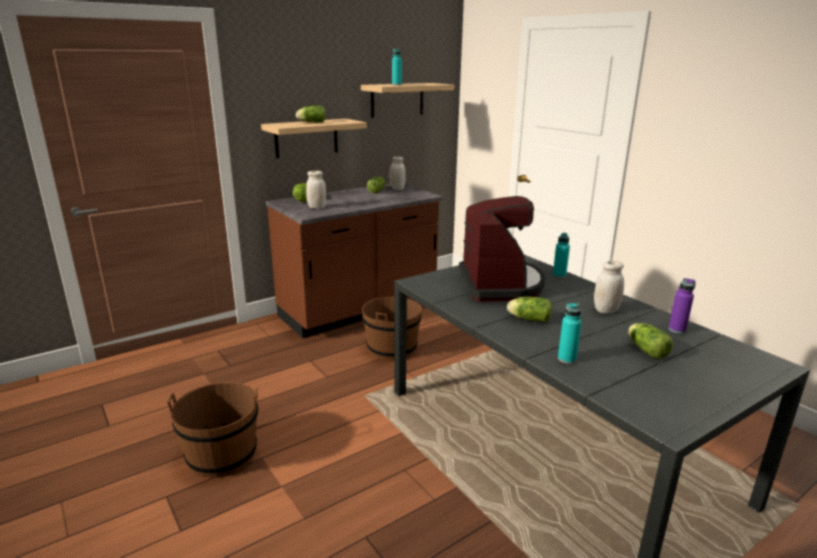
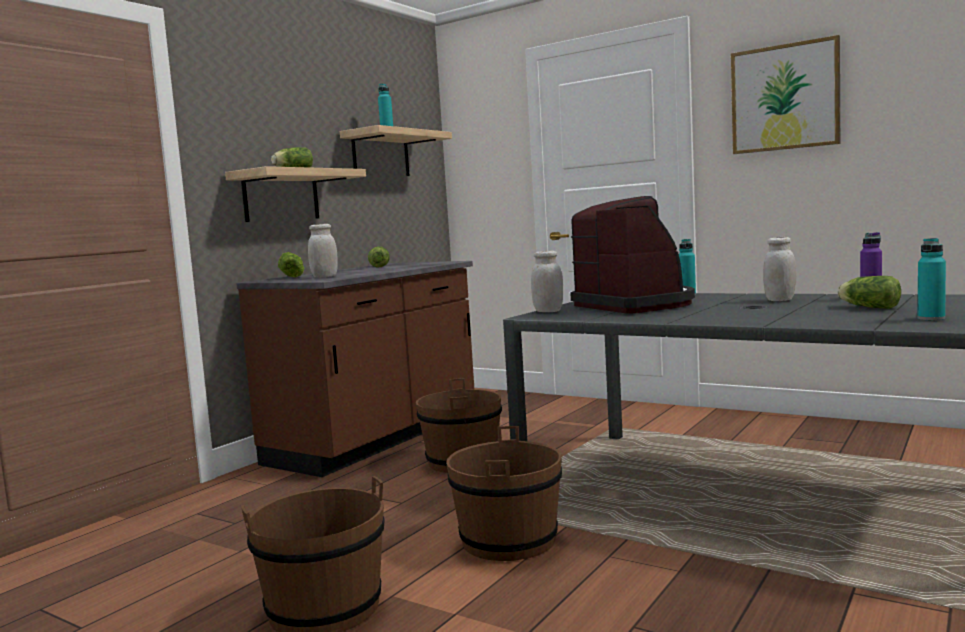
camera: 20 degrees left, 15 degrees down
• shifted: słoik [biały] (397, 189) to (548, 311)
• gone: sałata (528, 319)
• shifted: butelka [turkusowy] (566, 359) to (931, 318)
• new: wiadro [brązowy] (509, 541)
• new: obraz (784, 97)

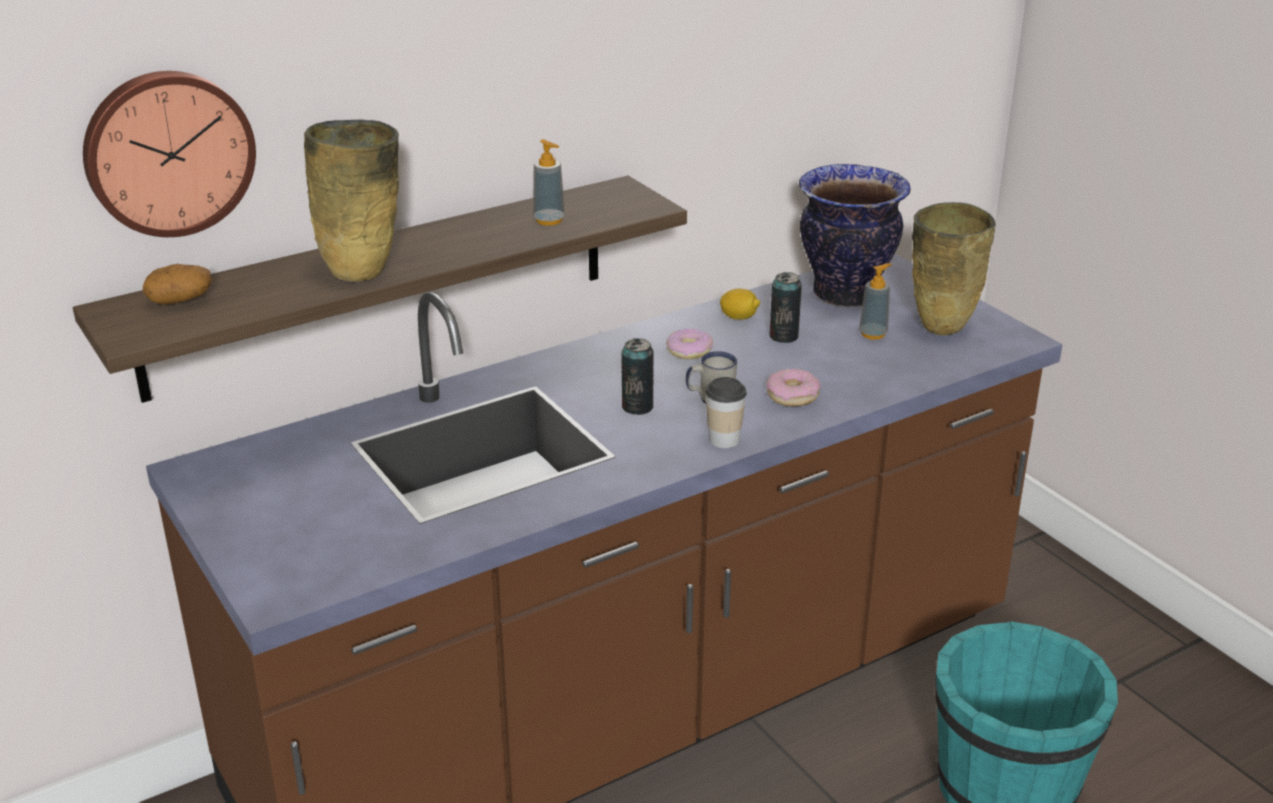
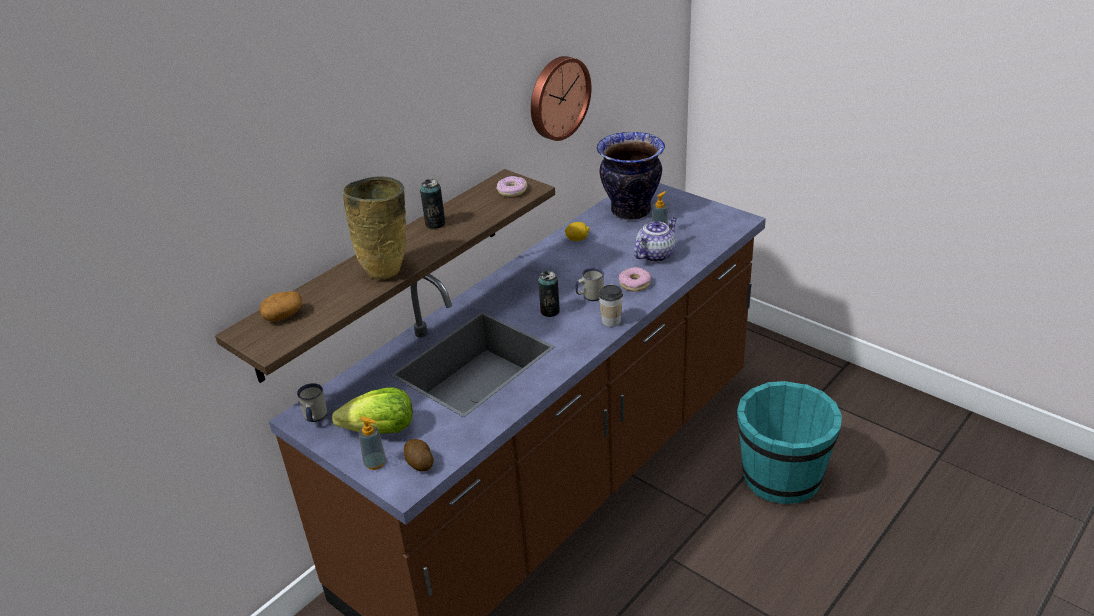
camera: 15 degrees left, 5 degrees up
• shifted: zegar ścienny (168, 152) to (557, 97)
• shifted: dozownik mydła (549, 220) to (375, 463)
• shifted: donut (689, 350) to (512, 191)
• shifted: puszka (783, 336) to (435, 223)
• gone: wazon [beżowy] (940, 330)
• new: kubek [biały] (314, 418)
• new: sałata (381, 430)
• new: ziemniak (419, 463)
• new: imbryk (655, 254)

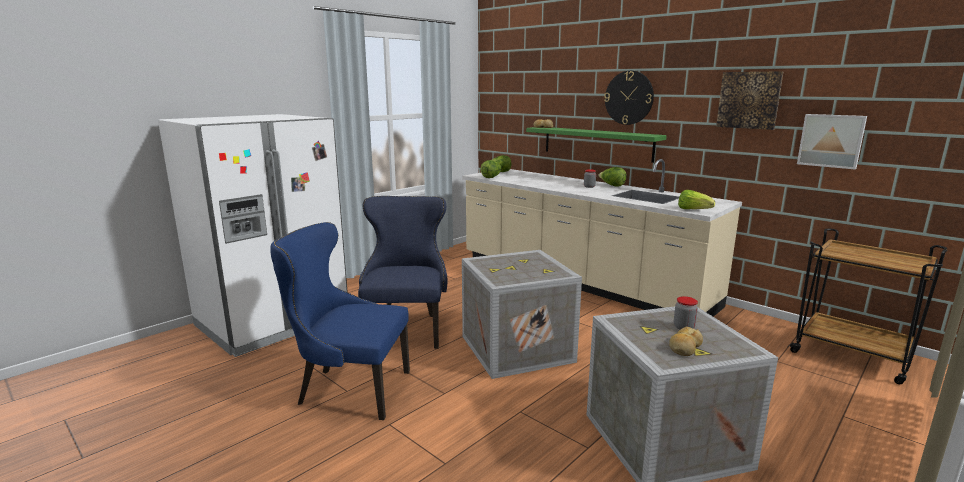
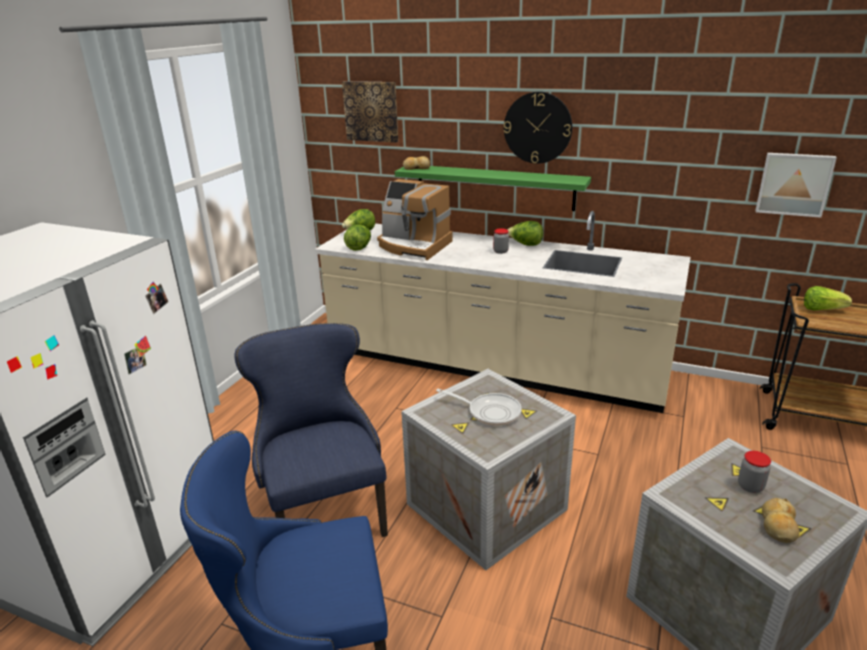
camera: 20 degrees left, 10 degrees up
• shifted: sałata (693, 210) to (821, 309)
• shifted: obraz (749, 100) to (371, 111)
• new: ekspres do kawy (414, 246)
• new: patelnia (490, 412)

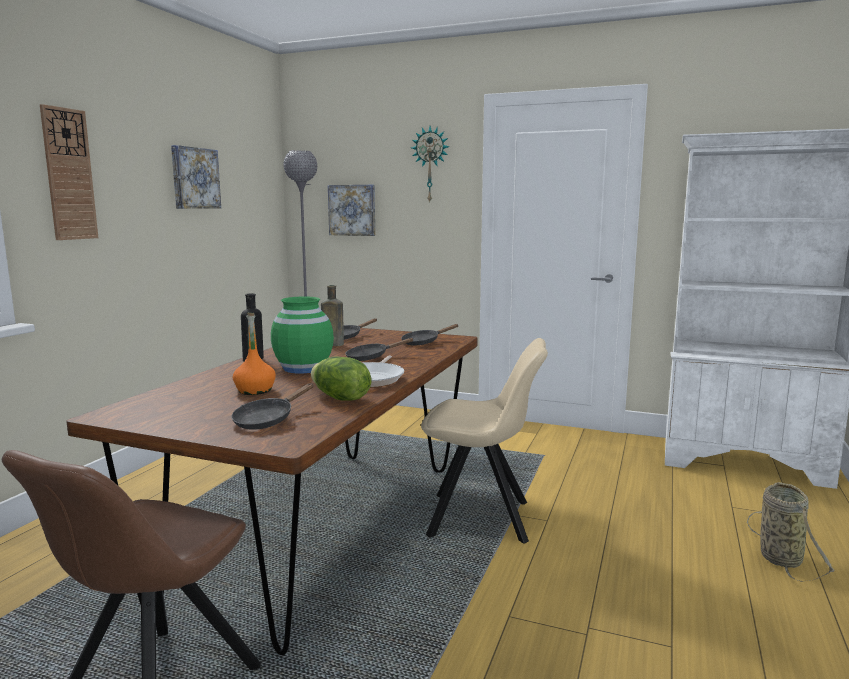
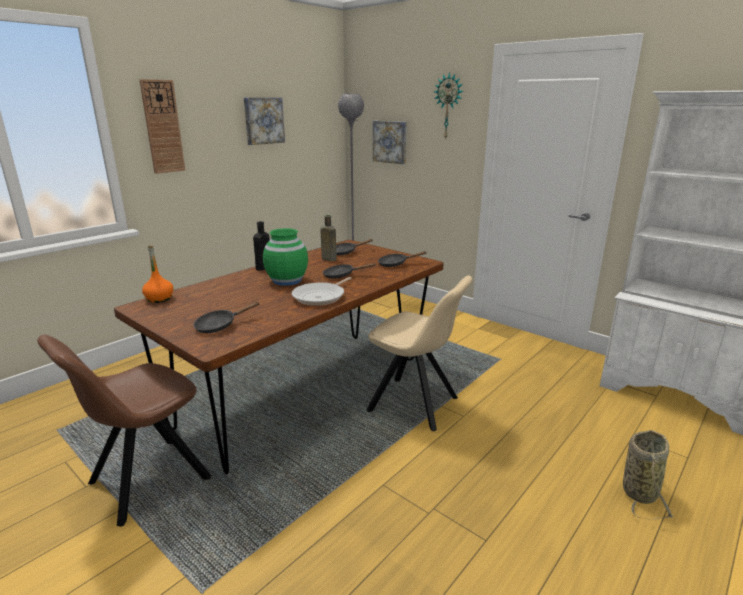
camera: 20 degrees right, 10 degrees up
• shifted: butelka [pomarańczowy] (255, 390) to (159, 298)
• gone: sałata (340, 398)

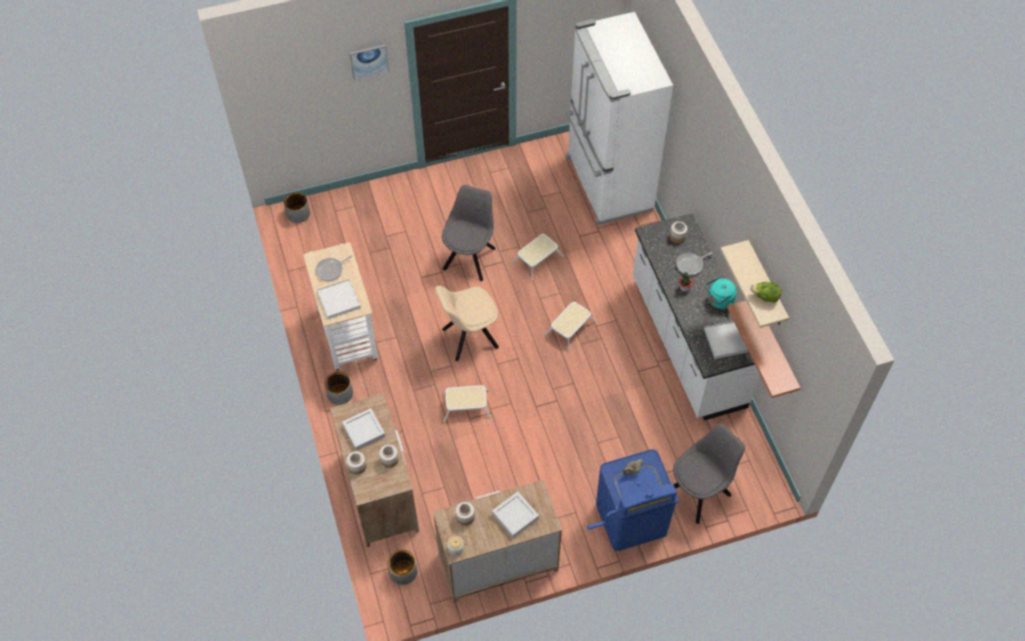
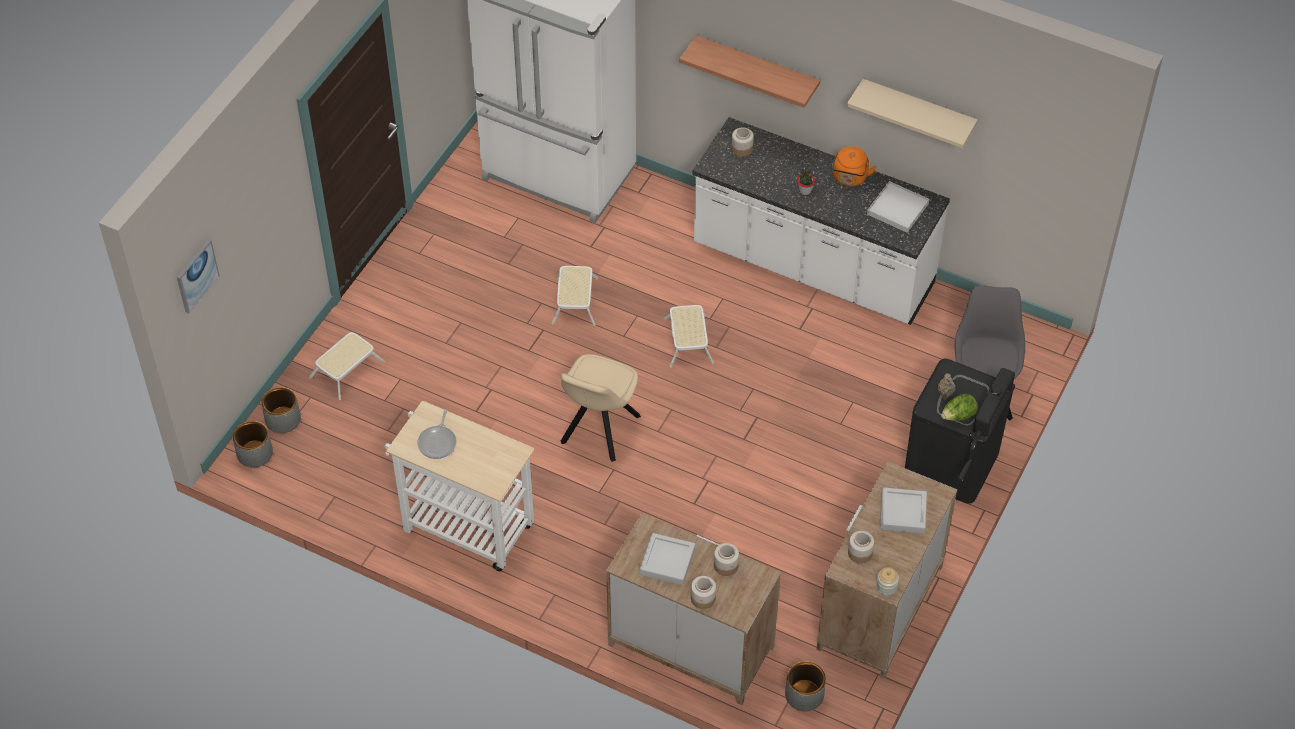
camera: 45 degrees left, 5 degrees down
• gone: taca [biały] (339, 300)
• shifted: donica [szary] (340, 394) to (283, 419)
• shifted: obraz (369, 61) to (196, 275)
• gone: krzesło [szary] (470, 258)
• shifted: drabinka [beżowy] (466, 405) to (346, 369)
• repainted: pralka [niebieski] (629, 520) to pralka [czarny] (951, 468)
• gone: patelnia (690, 264)
• repainted: czajnik [turkusowy] (719, 301) to czajnik [pomarańczowy] (850, 178)
• shifted: półka (774, 348) to (757, 69)
• shifted: sałata (765, 297) to (958, 416)

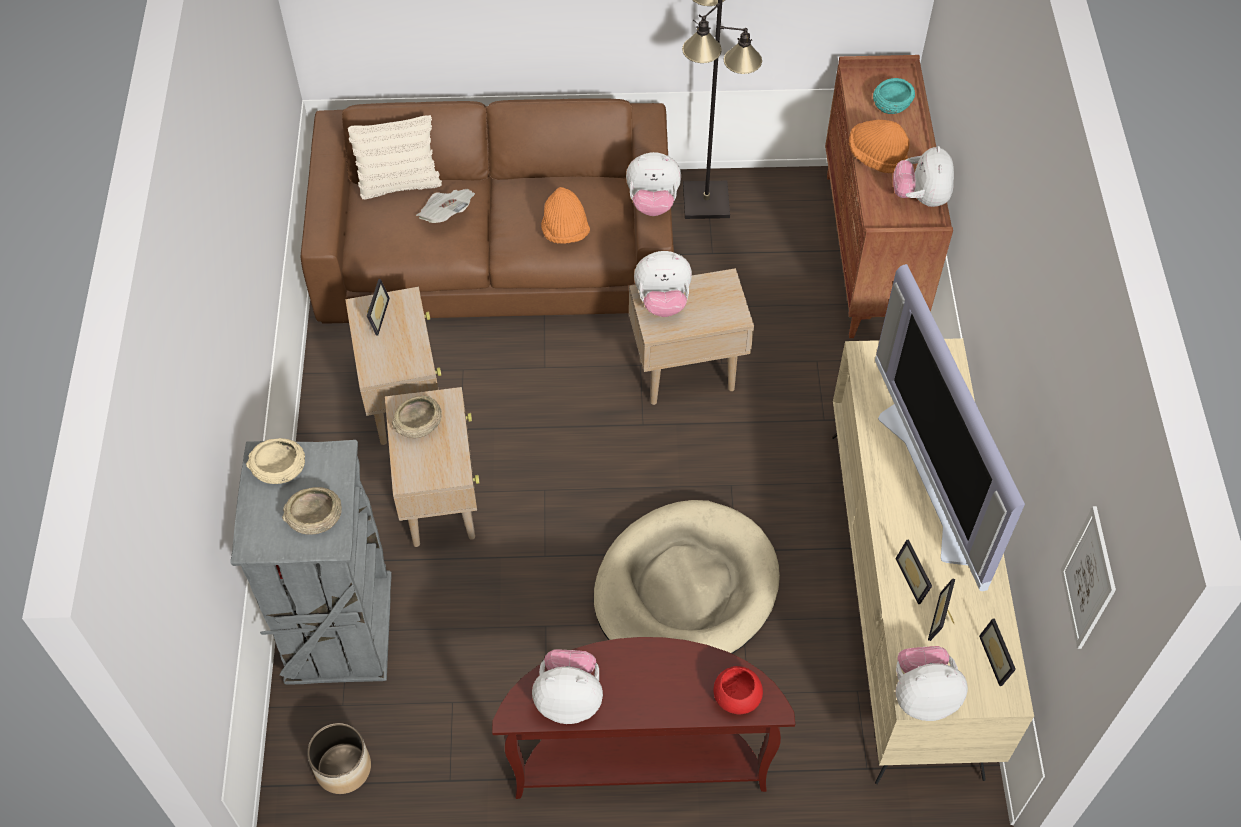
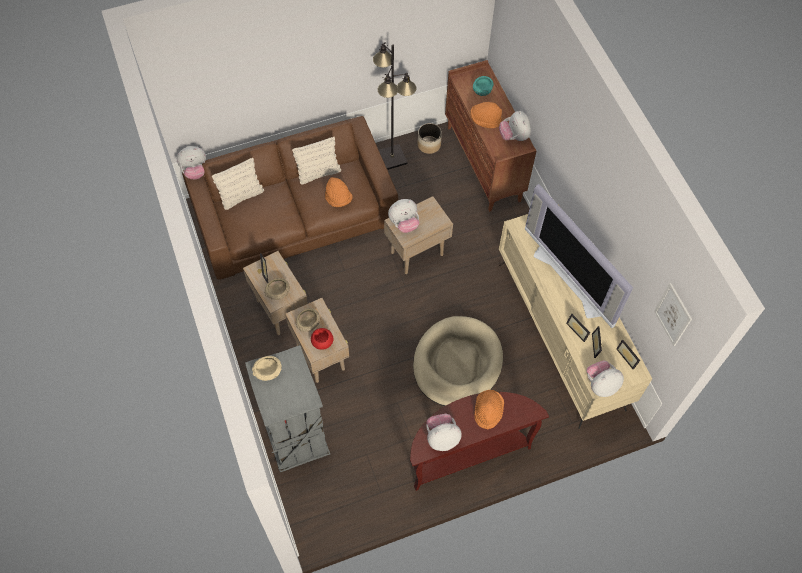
camera: 20 degrees left, 5 degrees up
• shifted: miska [beżowy] (315, 518) to (278, 292)
• shifted: donica (342, 768) to (428, 145)
• gone: gazeta (446, 215)
• shifted: pluszak (653, 202) to (195, 171)
• shifted: miska [czerwony] (736, 699) to (322, 343)
• new: poduszka [beżowy] (318, 173)
• new: kapelusz [pomarańczowy] (488, 411)

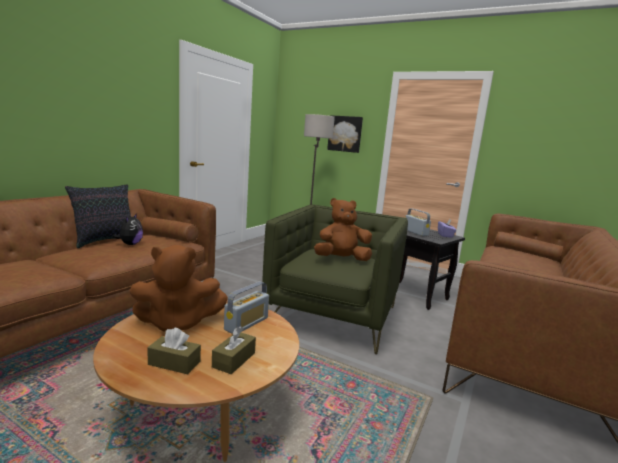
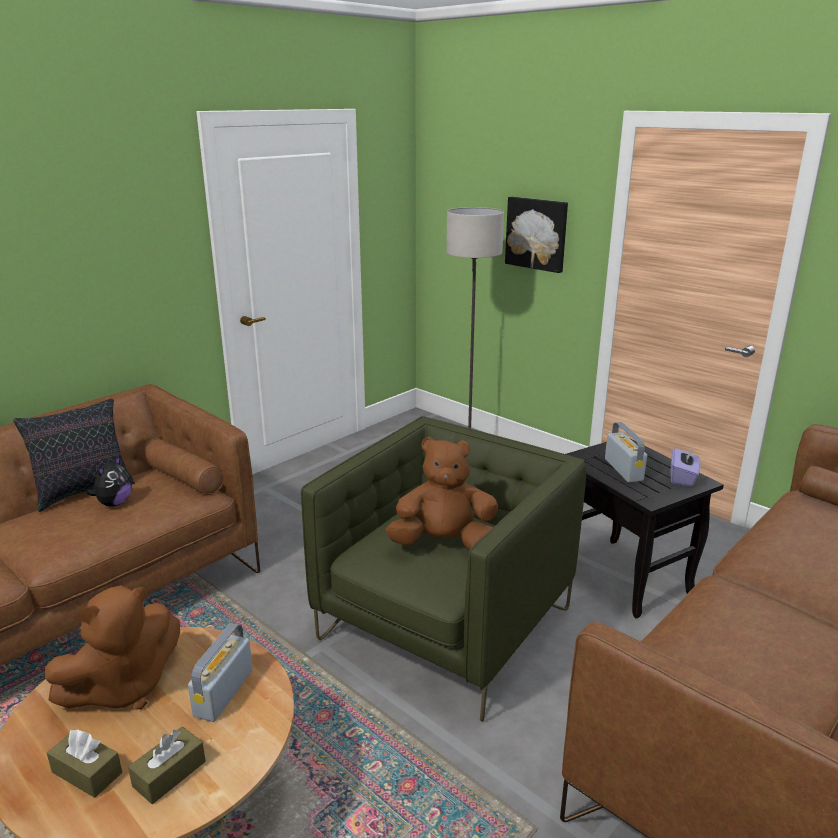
camera: 15 degrees right, 10 degrees up
• rotated: pluszak [brązowy] (177, 324) = (124, 687) 45 degrees counterclockwise
• rotated: radio (246, 323) = (224, 692) 150 degrees clockwise

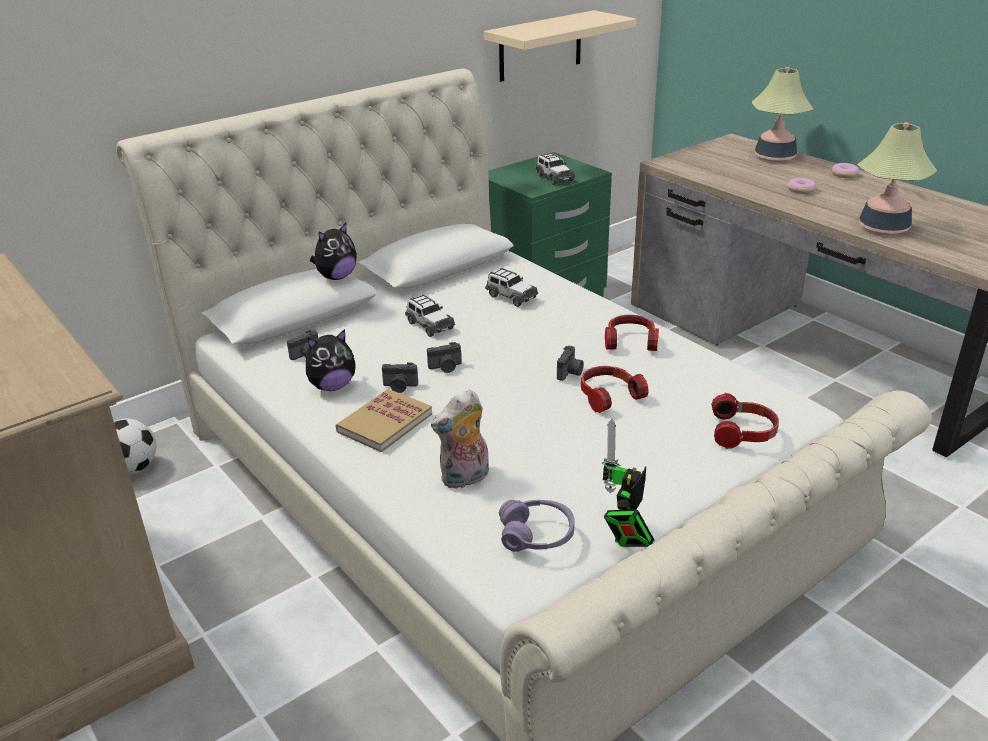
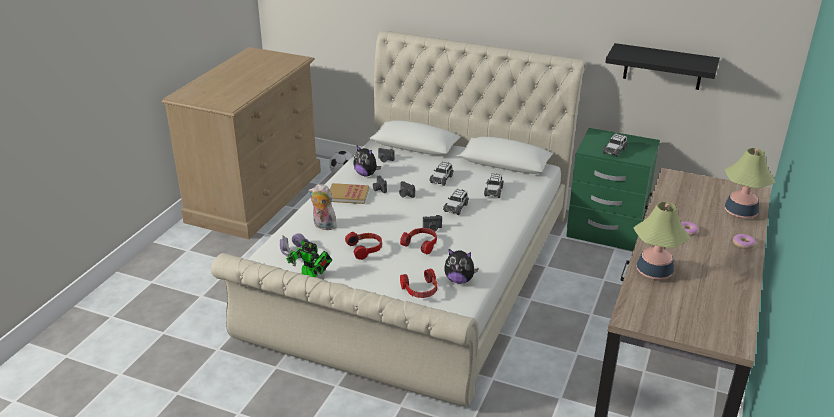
camera: 60 degrees right, 0 degrees up
• shifted: pluszak (336, 277) to (459, 280)
• repainted: półka [beżowy] (540, 46) to półka [czarny] (663, 67)
• rotated: robot zabawkowy (625, 538) = (311, 275) 150 degrees counterclockwise
• shifted: słuchawki (630, 341) to (365, 249)
• new: samochodzik (456, 207)

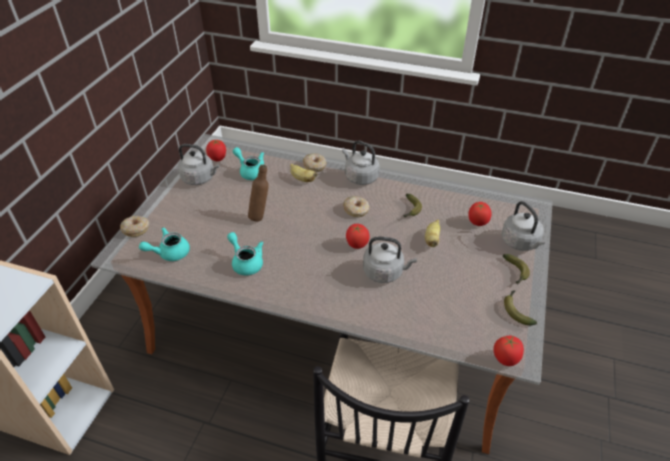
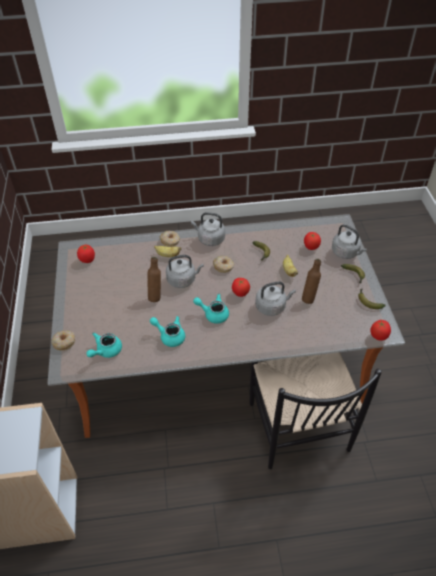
camera: 25 degrees left, 5 degrees up
• shifted: czajnik [szary] (200, 178) to (183, 280)
• shifted: imbryk [turkusowy] (251, 171) to (213, 314)
• new: butelka [brązowy] (309, 297)

